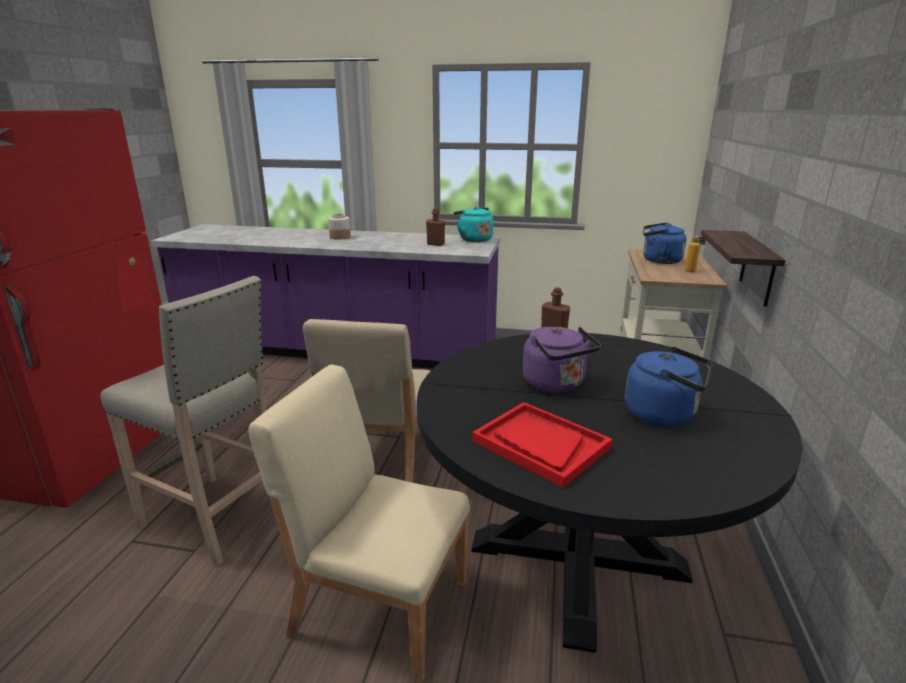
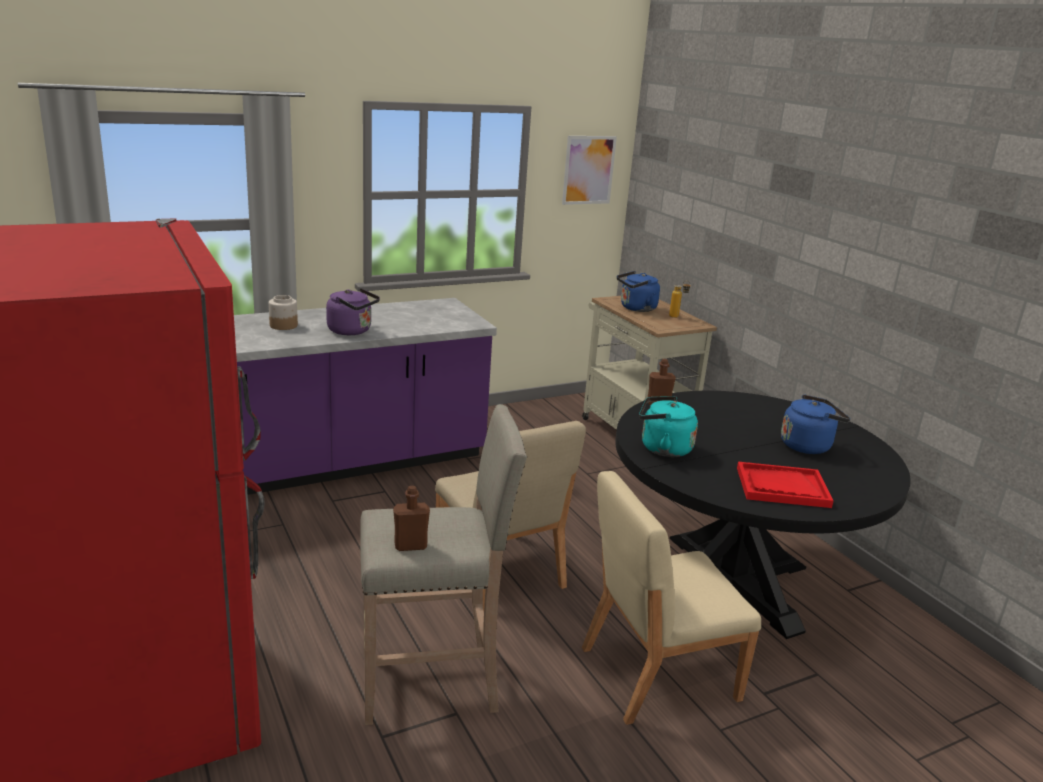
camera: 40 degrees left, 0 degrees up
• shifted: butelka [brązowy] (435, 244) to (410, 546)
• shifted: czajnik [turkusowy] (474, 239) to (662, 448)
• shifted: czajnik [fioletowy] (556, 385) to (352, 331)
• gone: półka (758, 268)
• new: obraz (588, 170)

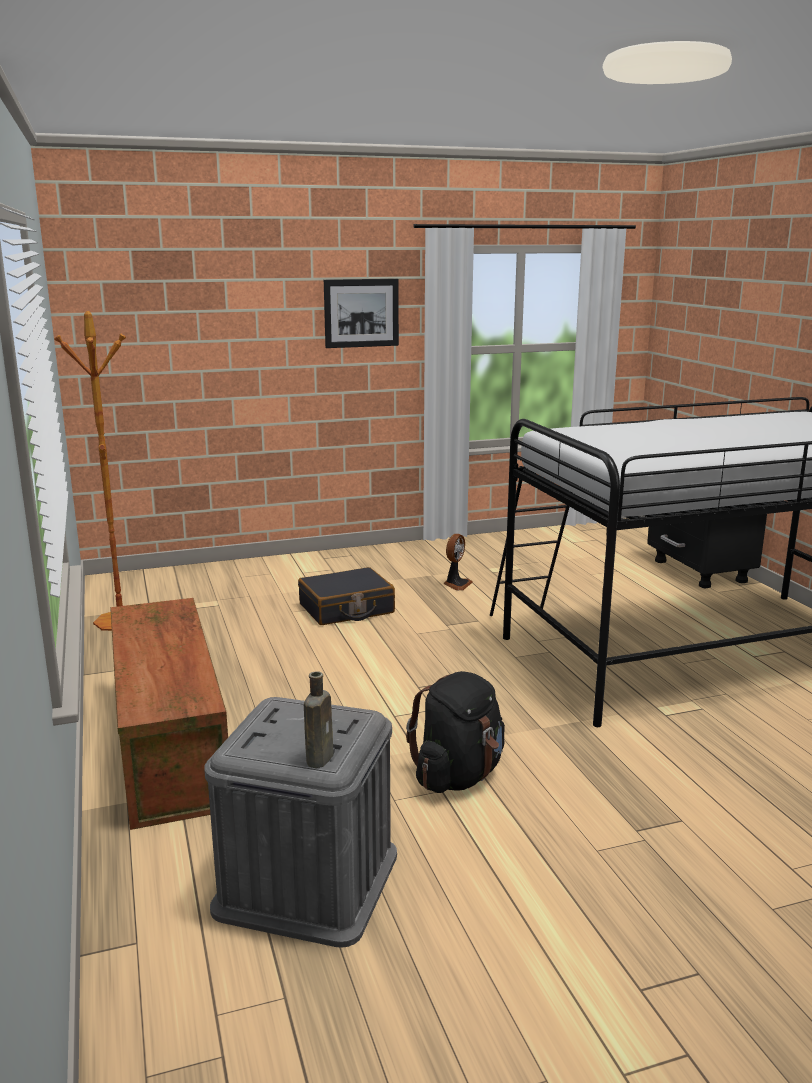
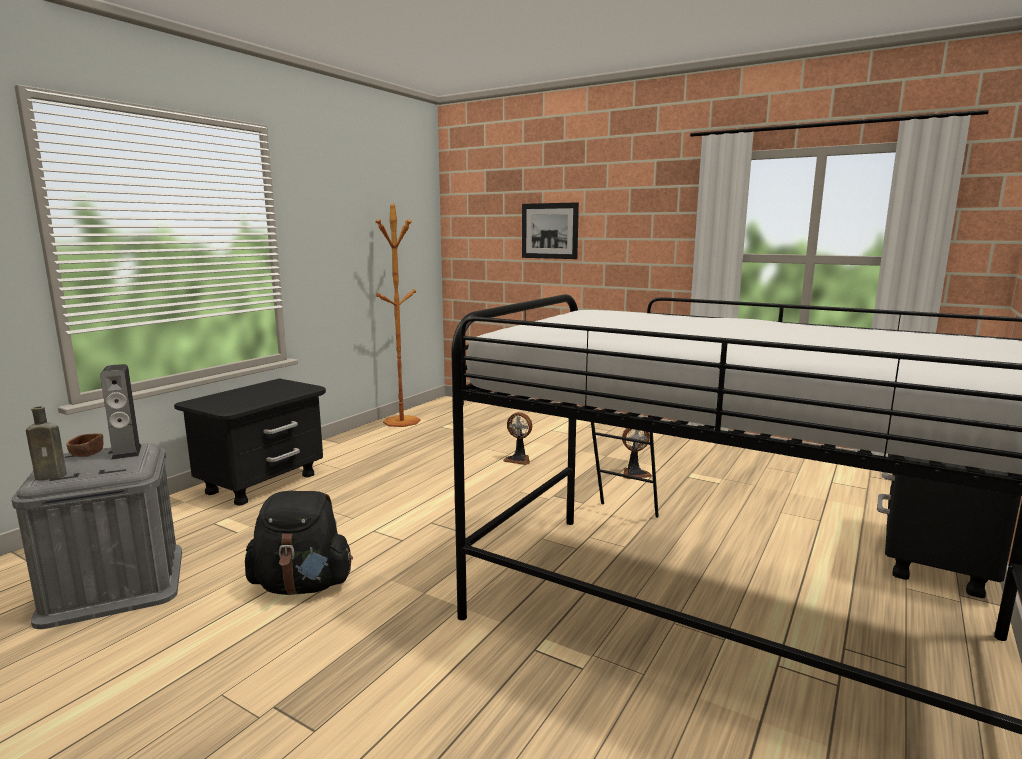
camera: 50 degrees right, 5 degrees down
• swapped: ławka [brązowy] (167, 741) to szafka nocna [czarny] (264, 484)
• swapped: walizka [czarny] (346, 609) to wentylator (519, 459)
• shifted: obraz (361, 313) to (549, 231)
• new: miska [brązowy] (87, 454)
• new: głośnik (126, 452)

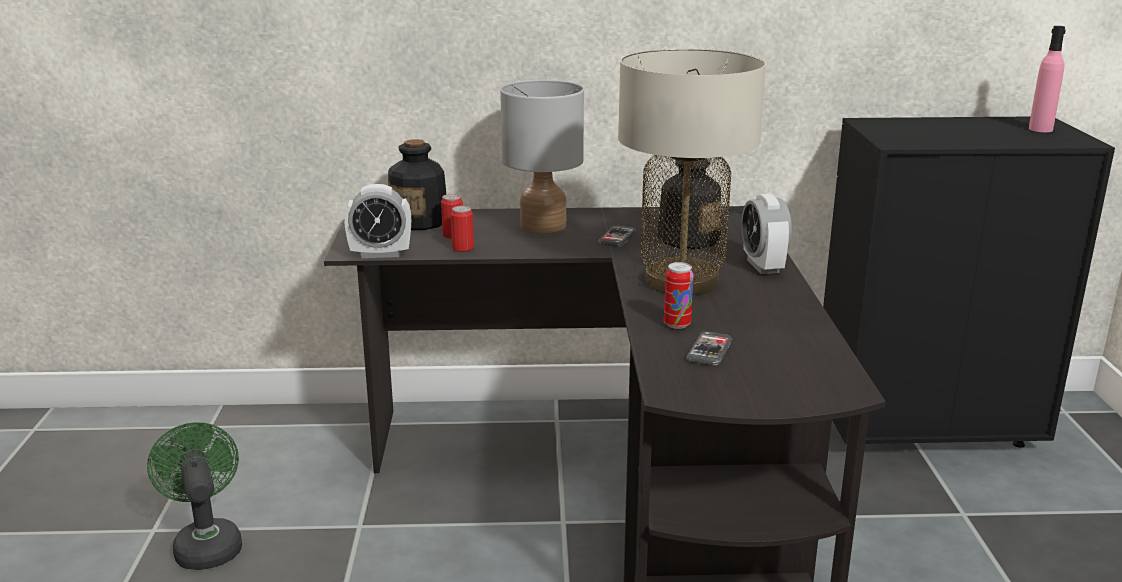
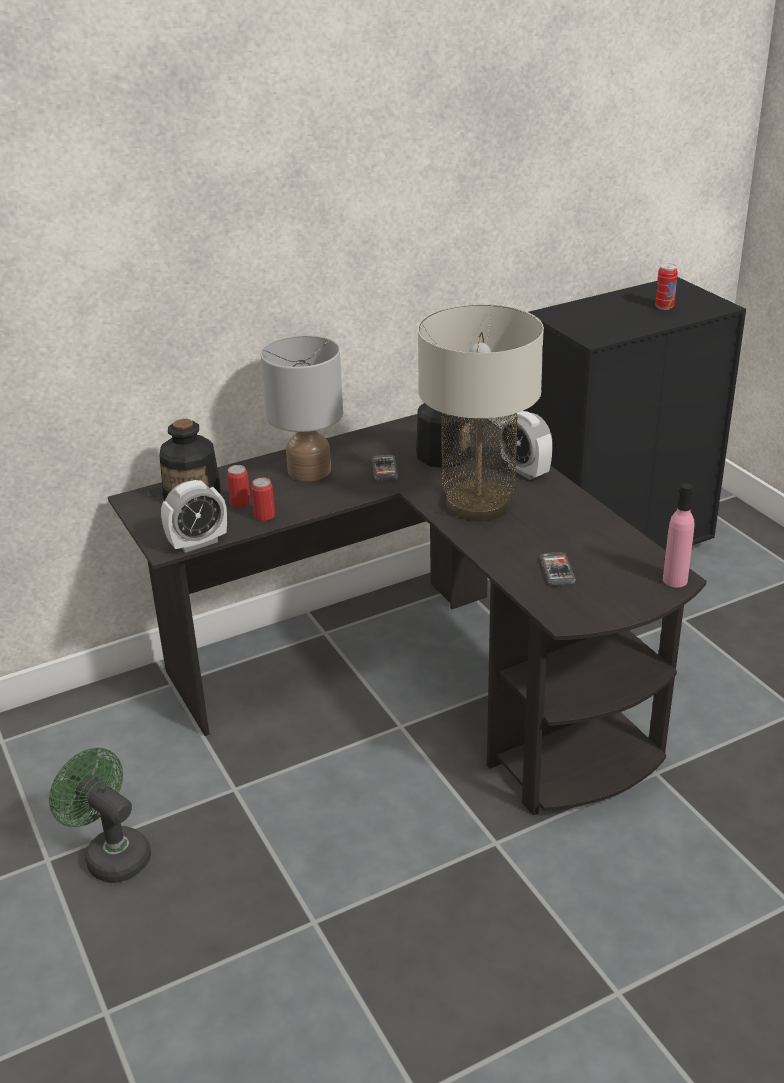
camera: 25 degrees left, 10 degrees up
• shifted: puszka (677, 324) to (664, 307)
• shifted: butelka [różowy] (1040, 129) to (675, 580)

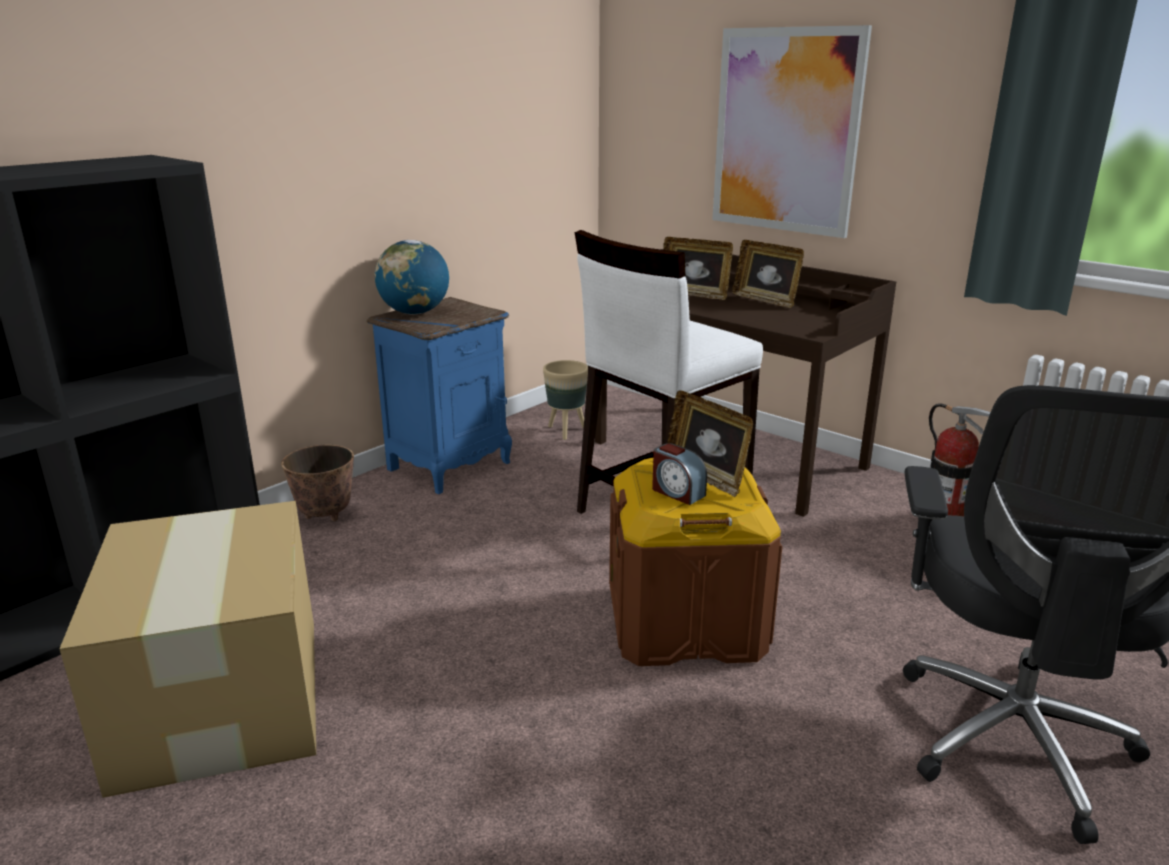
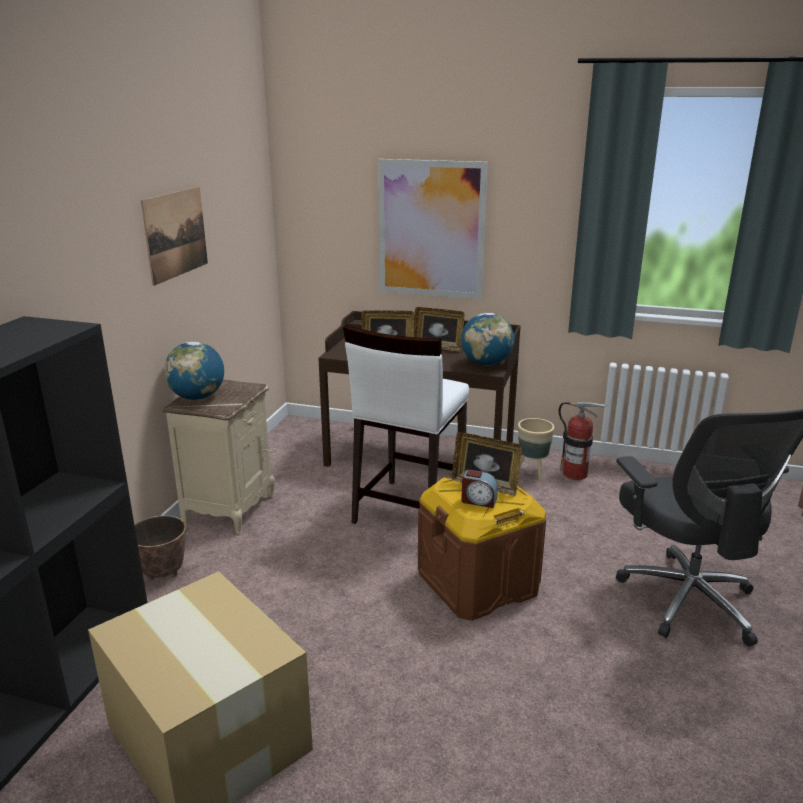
camera: 25 degrees left, 0 degrees up
• repainted: szafka nocna [niebieski] (451, 466) to szafka nocna [beżowy] (231, 509)
• shifted: donica [beżowy] (566, 431) to (532, 473)
• new: obraz (176, 234)
• new: globus (486, 363)

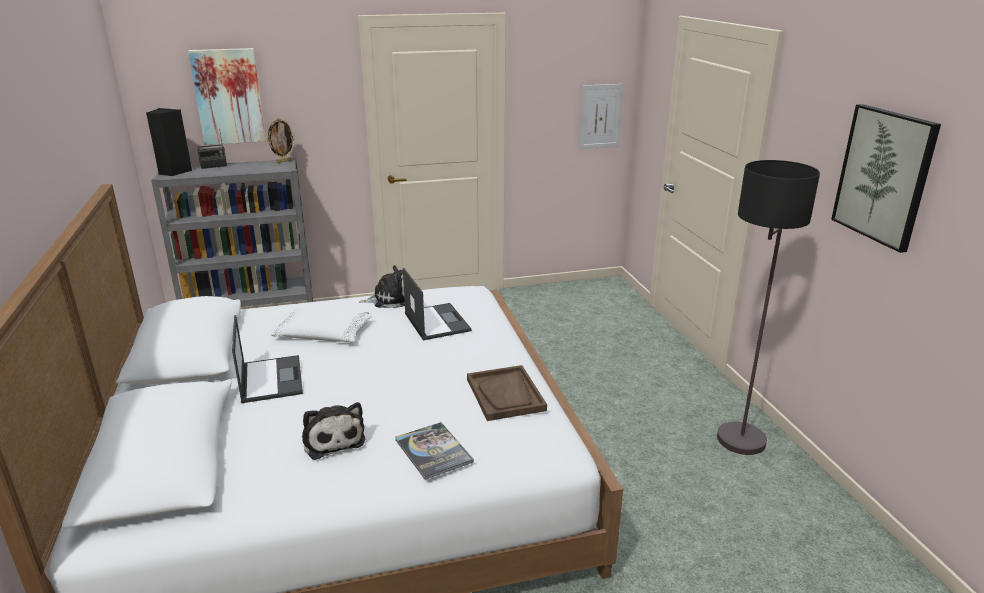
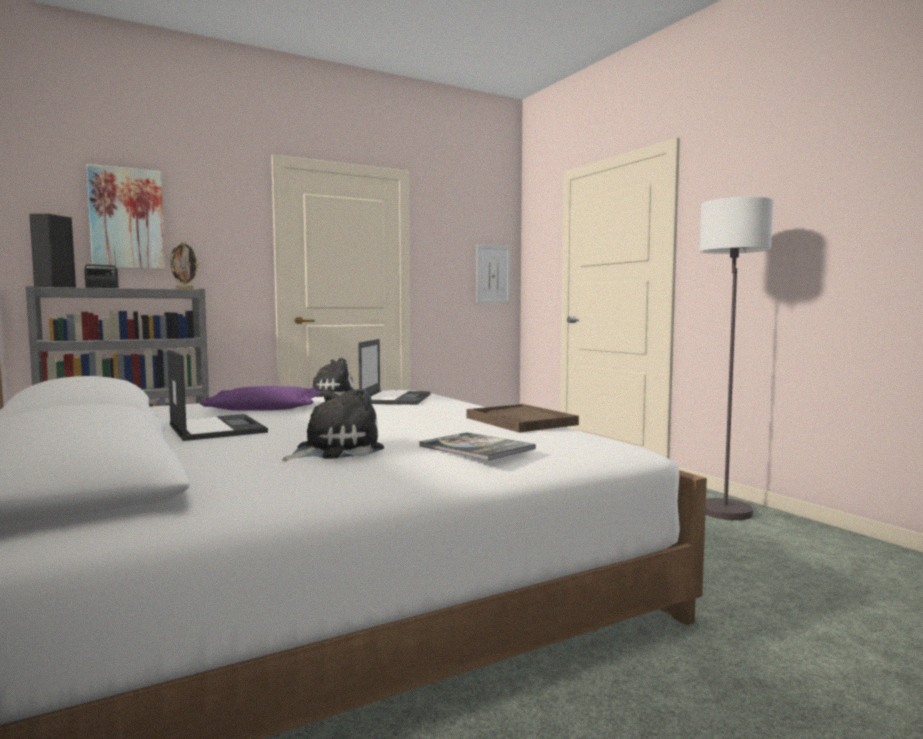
camera: 15 degrees left, 20 degrees down
• repainted: poduszka [biały] (323, 331) to poduszka [fioletowy] (264, 407)
• rotated: pluszak (332, 439) = (334, 450) 90 degrees counterclockwise
• rotated: laptop (436, 321) = (396, 398) 45 degrees clockwise
• repainted: lampa stojąca [czarny] (735, 447) to lampa stojąca [biały] (724, 516)
• gone: obraz (884, 176)

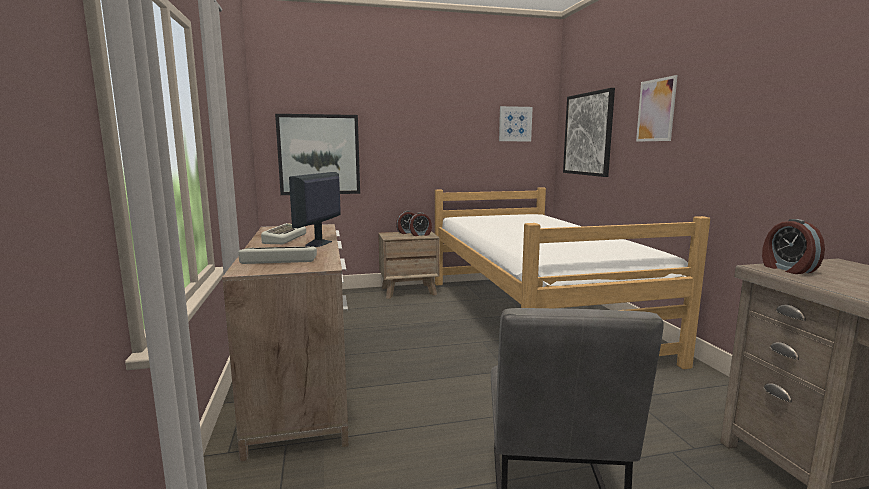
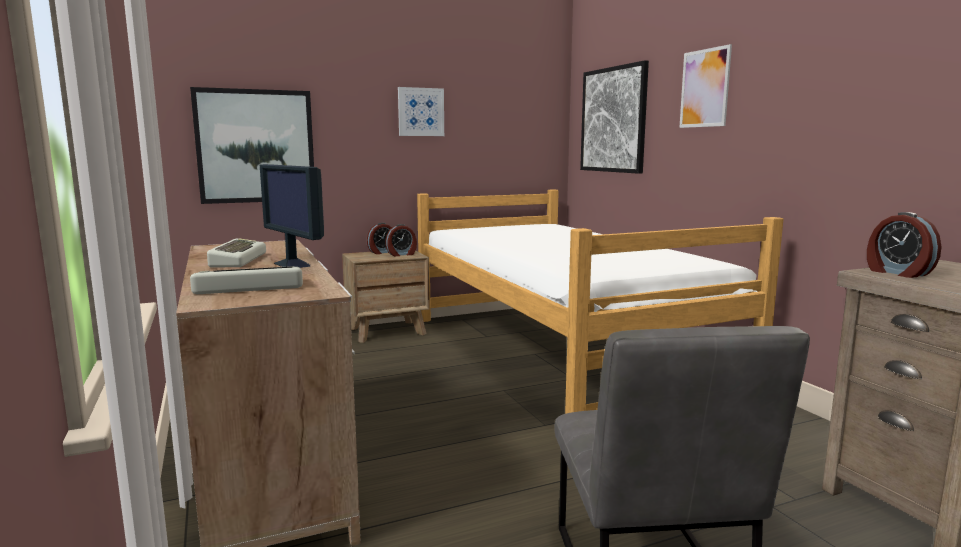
camera: 10 degrees left, 0 degrees up
• rotated: monitor (318, 243) = (292, 264) 45 degrees counterclockwise
• shifted: obraz (515, 124) to (421, 112)

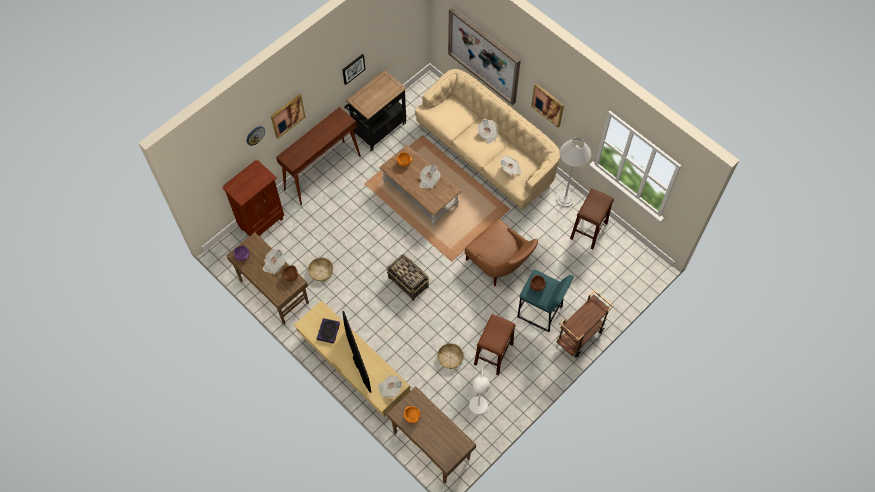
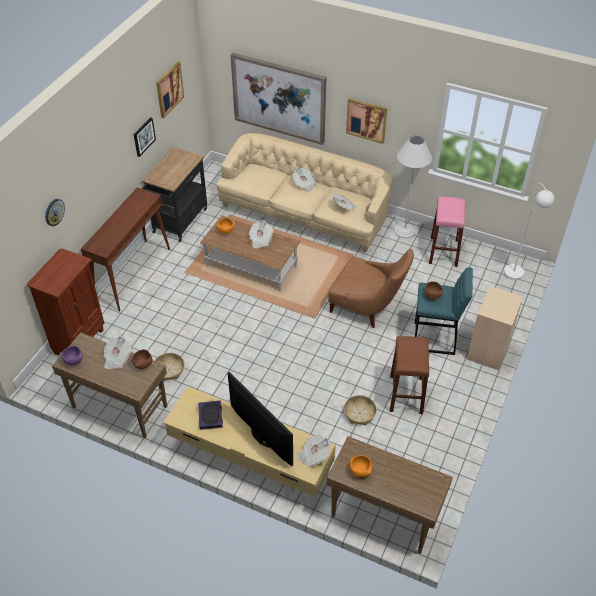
camera: 20 degrees left, 15 degrees down
• shifted: obraz (287, 115) to (169, 89)
• gone: koszyk (408, 282)
• shifted: lampa stojąca [biały] (478, 411) to (516, 277)
• swapped: wózek [brązowy] (578, 338) to regał [beżowy] (488, 351)
• repainted: stołek [brązowy] (588, 230) to stołek [różowy] (443, 252)

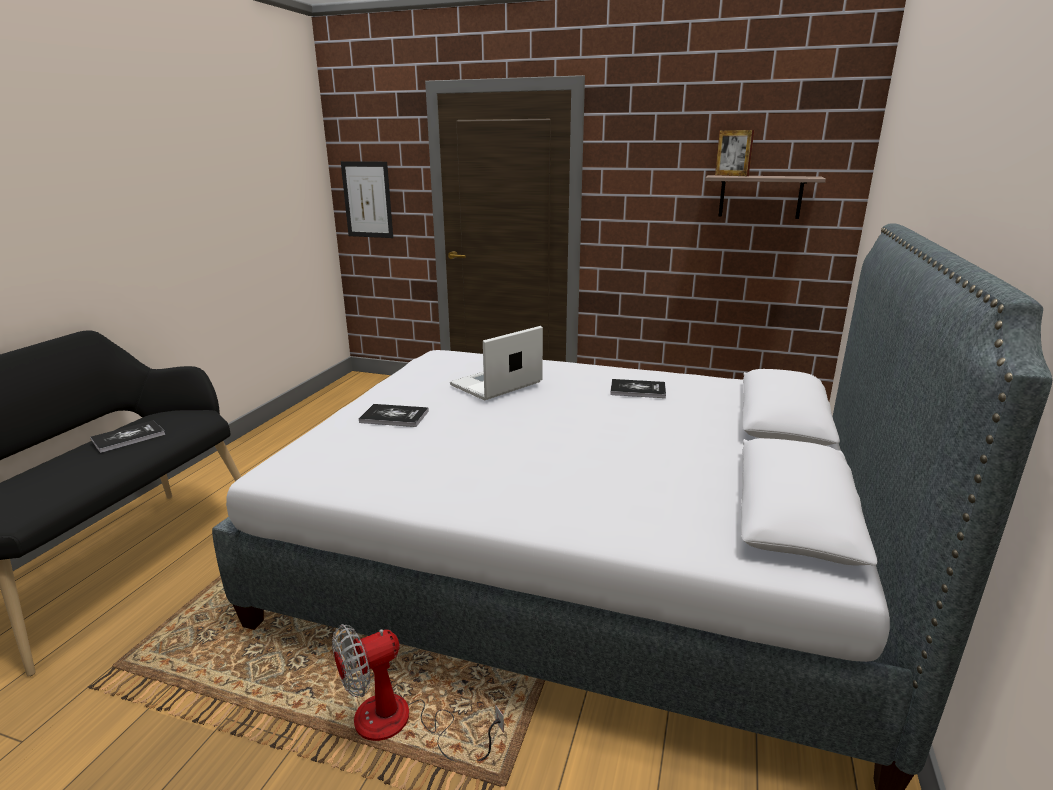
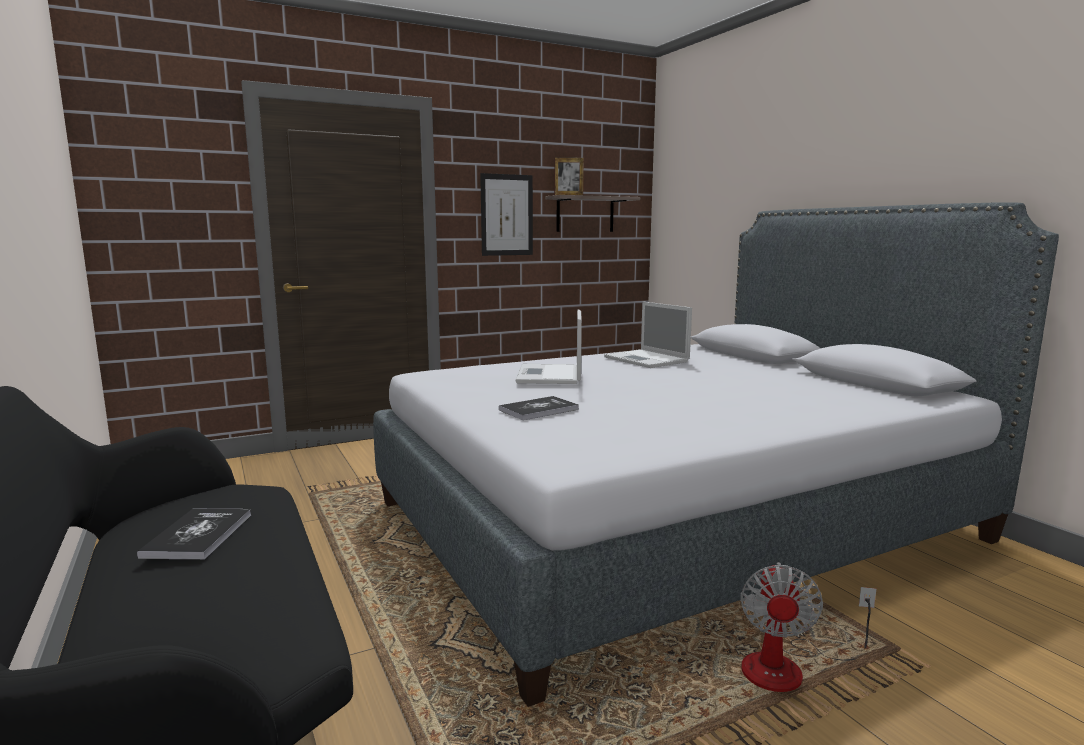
camera: 45 degrees left, 10 degrees down
• shifted: obraz (367, 200) to (507, 215)
• swapped: książka (637, 390) to laptop (647, 360)

